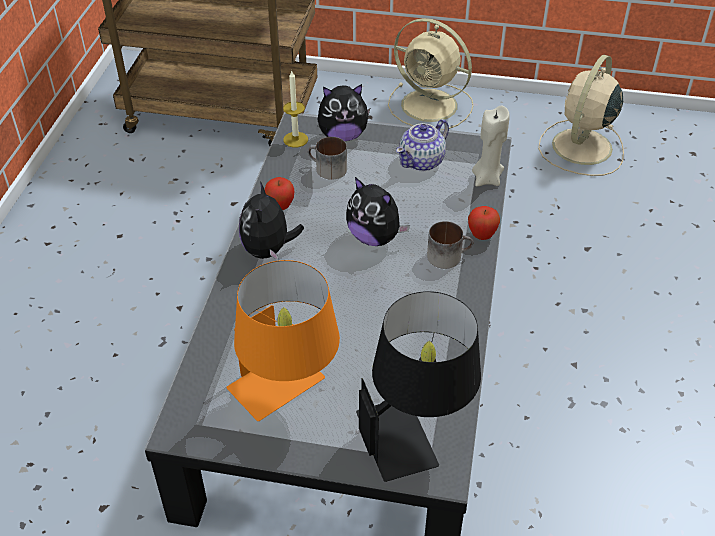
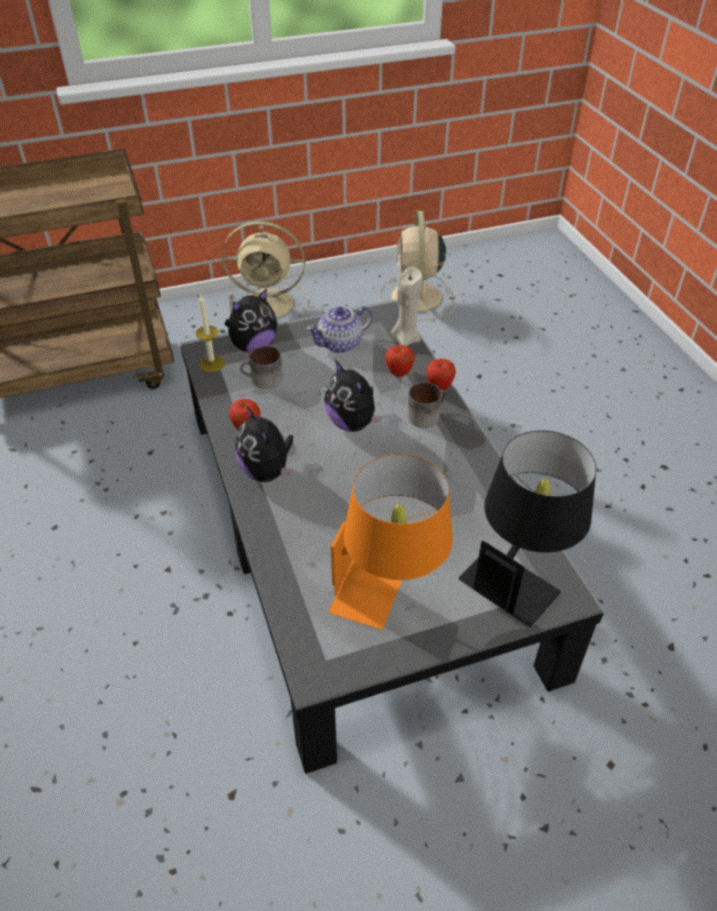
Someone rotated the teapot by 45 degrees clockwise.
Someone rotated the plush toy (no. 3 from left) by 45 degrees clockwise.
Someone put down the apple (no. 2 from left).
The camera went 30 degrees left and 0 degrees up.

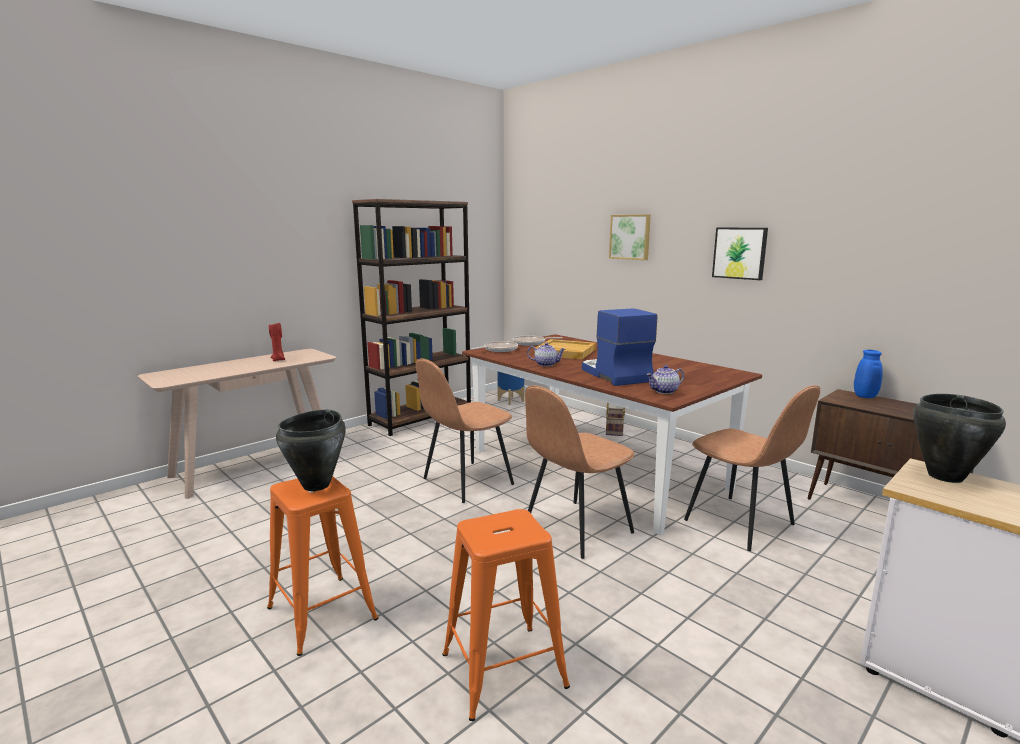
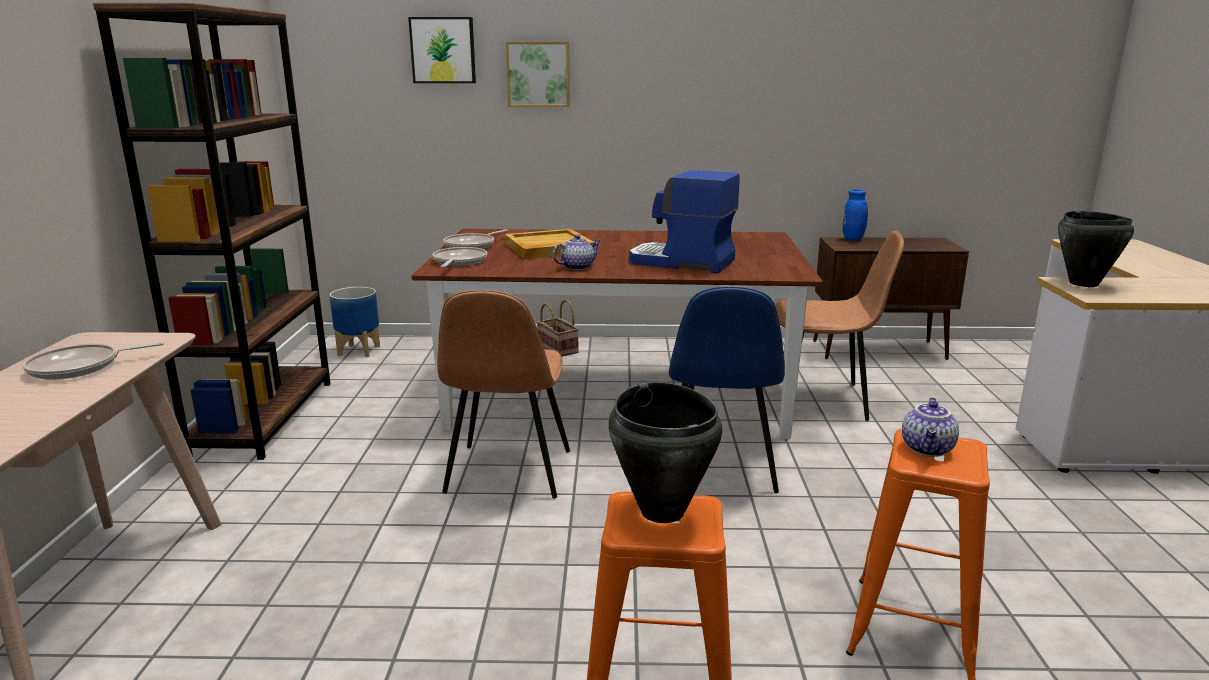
Someone swapped the red candle for the frying pan (no. 1 from left).
Someone carried the picture (no. 2 from left in the first image).
Someone repainted the brown chair (no. 2 from left), which became the blue chair.
Someone carried the teapot (no. 2 from left).
The camera went 45 degrees left and 5 degrees up.

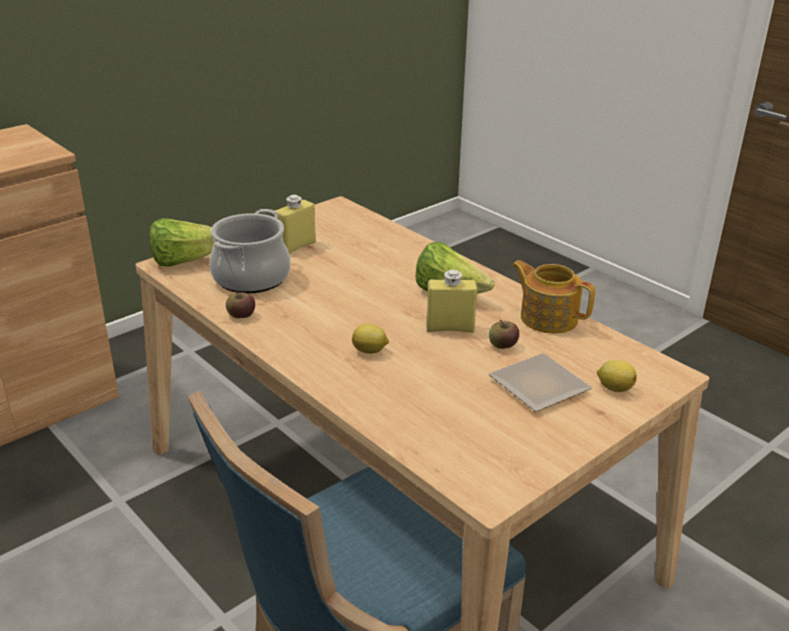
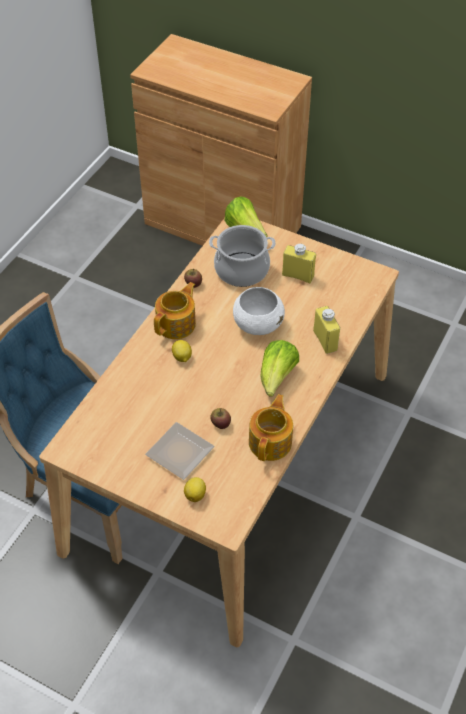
Someone put down the teapot (no. 1 from left).
Someone put down the white bowl.
Someone carried the yellow bottle (no. 2 from left).
The camera went 70 degrees right and 20 degrees up.

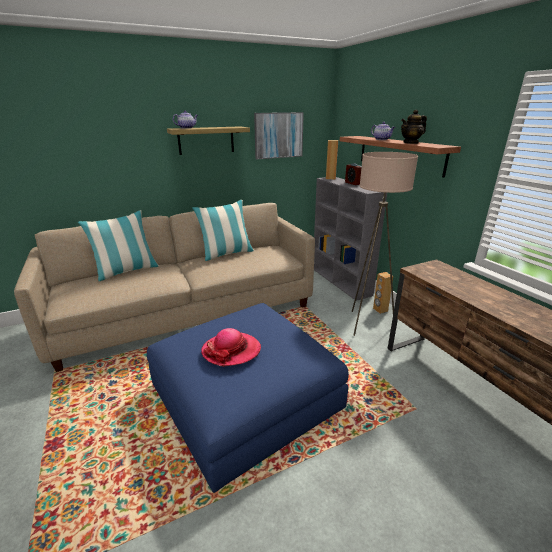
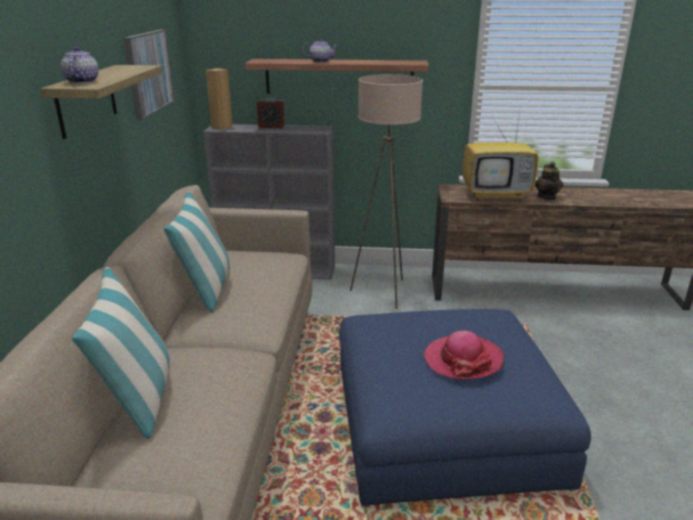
Someone put down the television.
Someone carried the teapot (no. 3 from left).
Someone took away the brown speaker (no. 2 from left).
The camera went 60 degrees left and 0 degrees up.

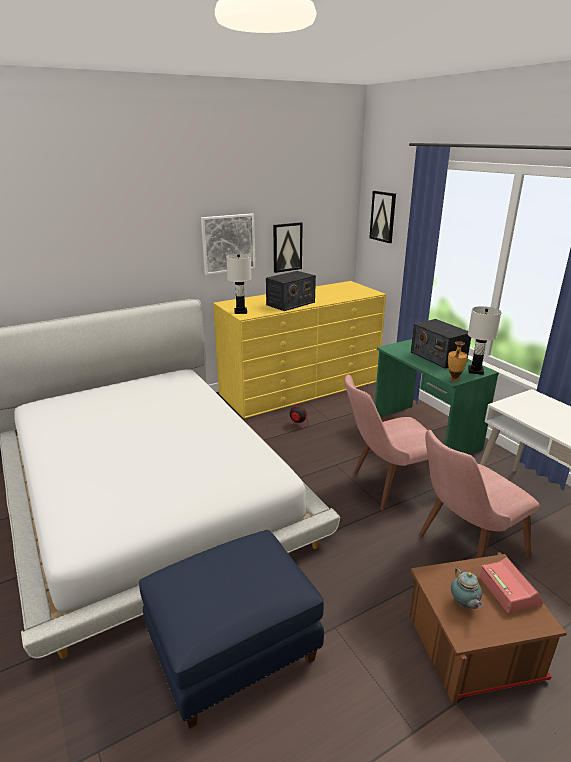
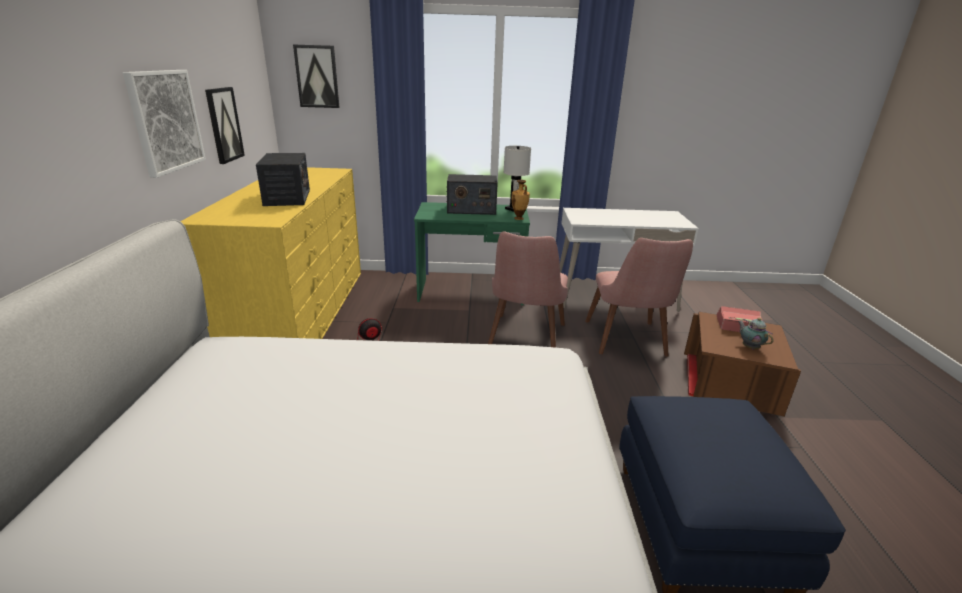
Someone rotated the teapot by 135 degrees counterclockwise.
Someone took away the white table lamp (no. 1 from left).
The camera went 60 degrees left and 0 degrees up.

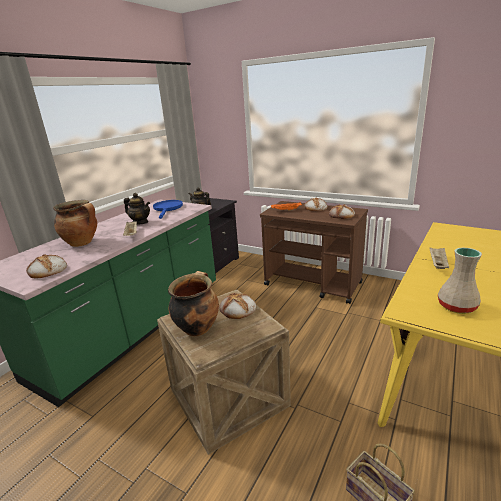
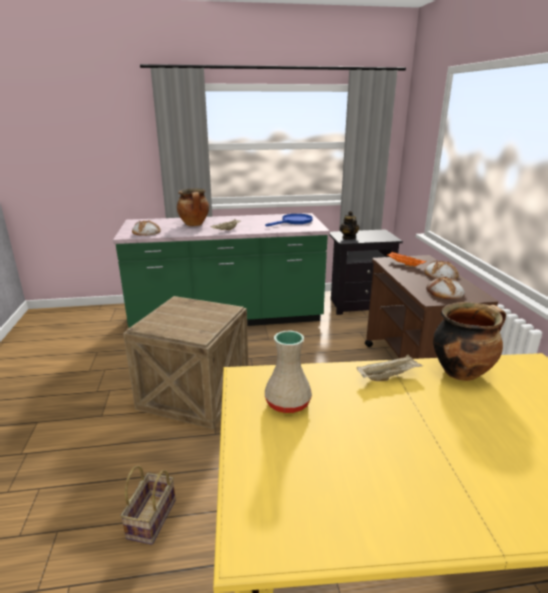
Someone carried the cooking pot (no. 2 from left).
Someone took away the teapot (no. 1 from left).
Someone took away the bread (no. 2 from left).
The camera went 50 degrees right and 0 degrees up.

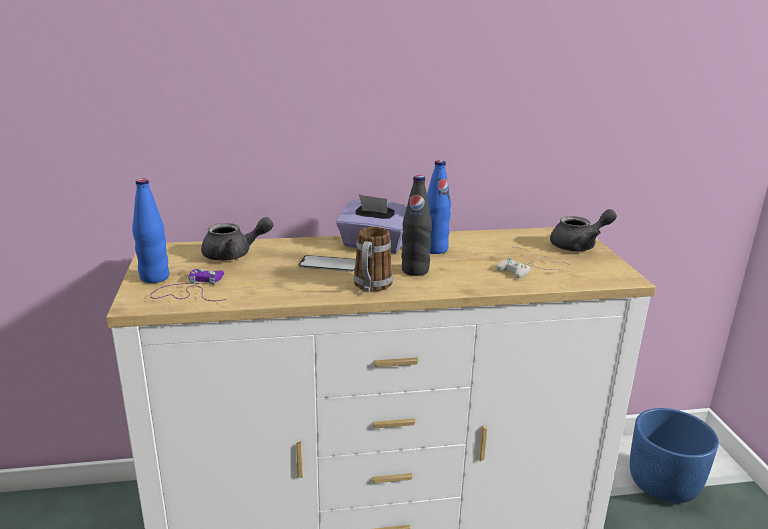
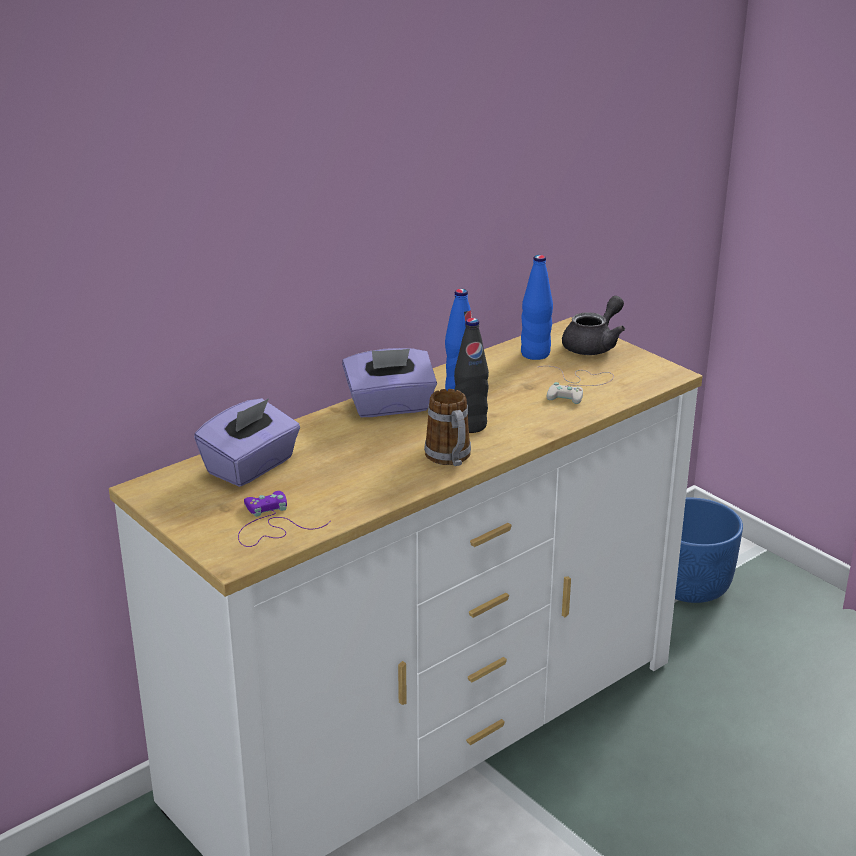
Someone swapped the grey teapot (no. 1 from left) for the purple tissue box (no. 1 from left).
Someone carried the blue bottle (no. 1 from left in the first image).
Someone took away the phone.
The camera went 30 degrees left and 5 degrees up.

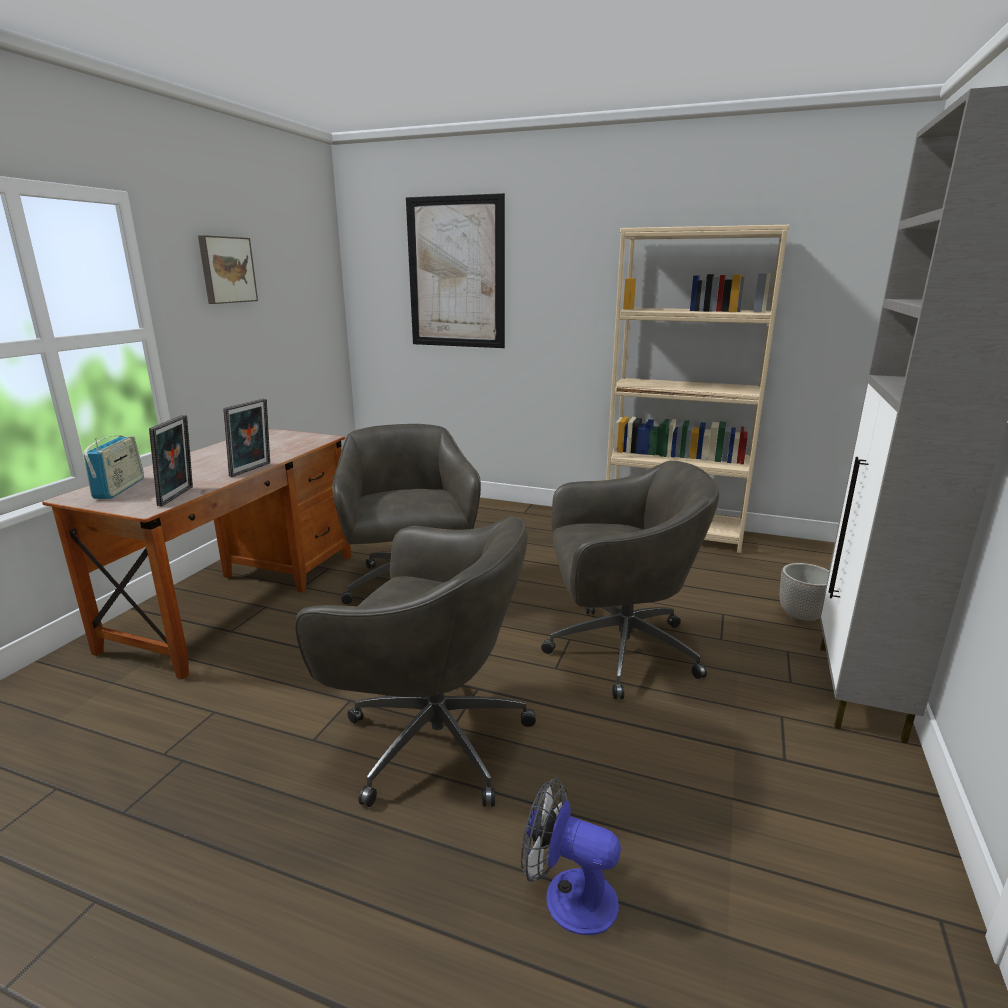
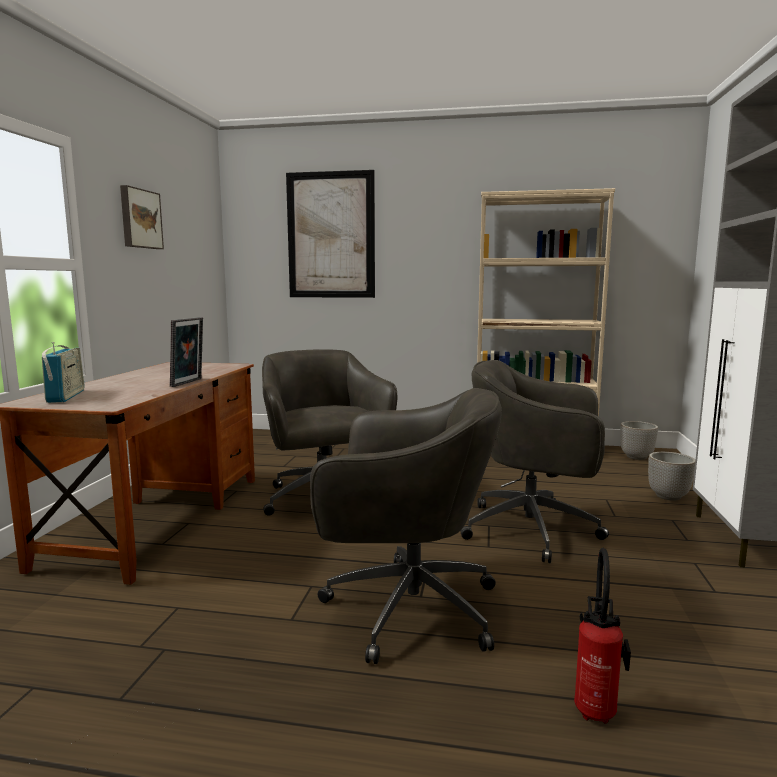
Someone rotated the grey office chair (no. 3 from left) by 150 degrees counterclockwise.
Someone swapped the fan for the fire extinguisher.
Someone put down the planter (no. 1 from left).
Someone took away the picture frame (no. 1 from left).
The camera went 10 degrees left and 10 degrees down.

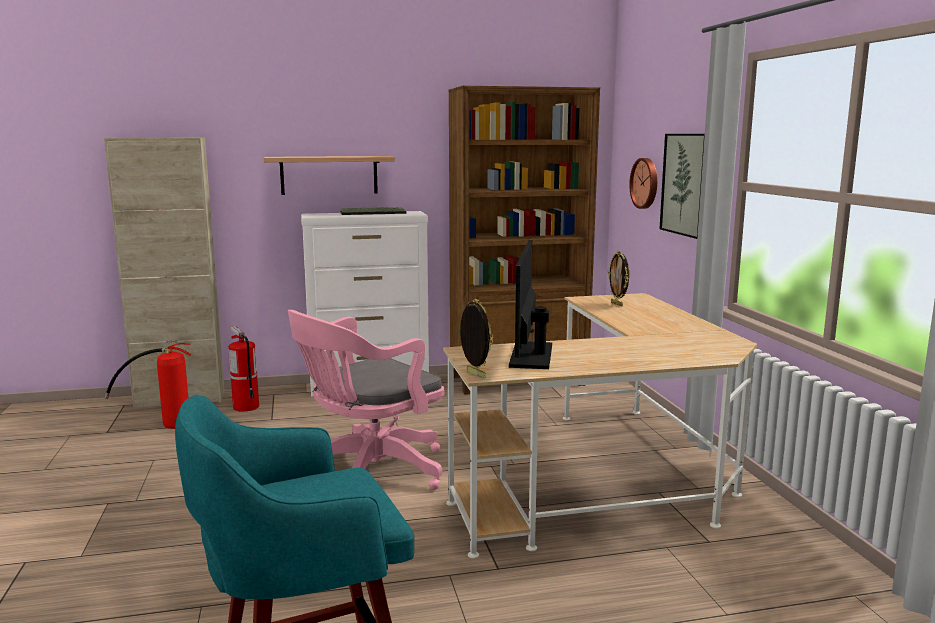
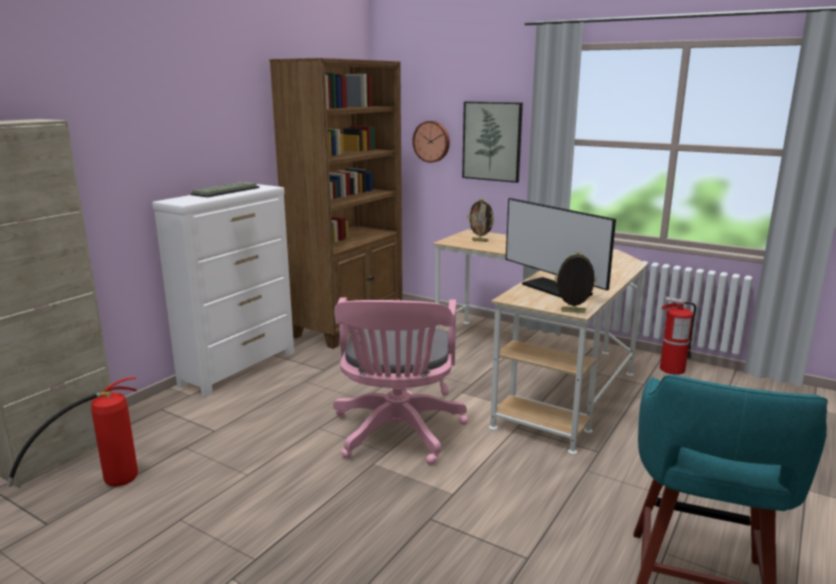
Someone carried the fire extinguisher (no. 2 from left).
Someone took away the shelf.
The camera went 45 degrees left and 5 degrees up.

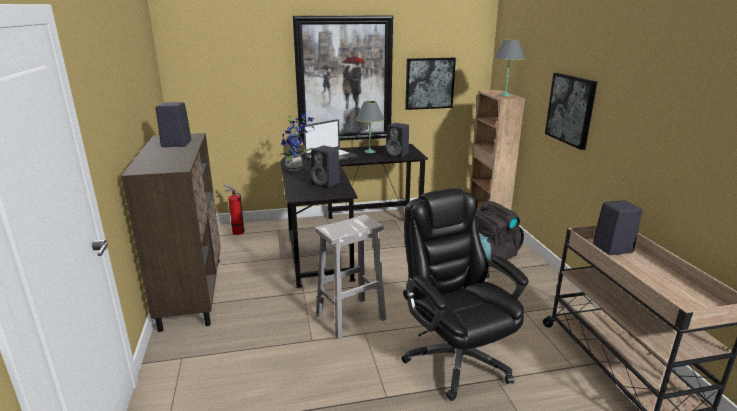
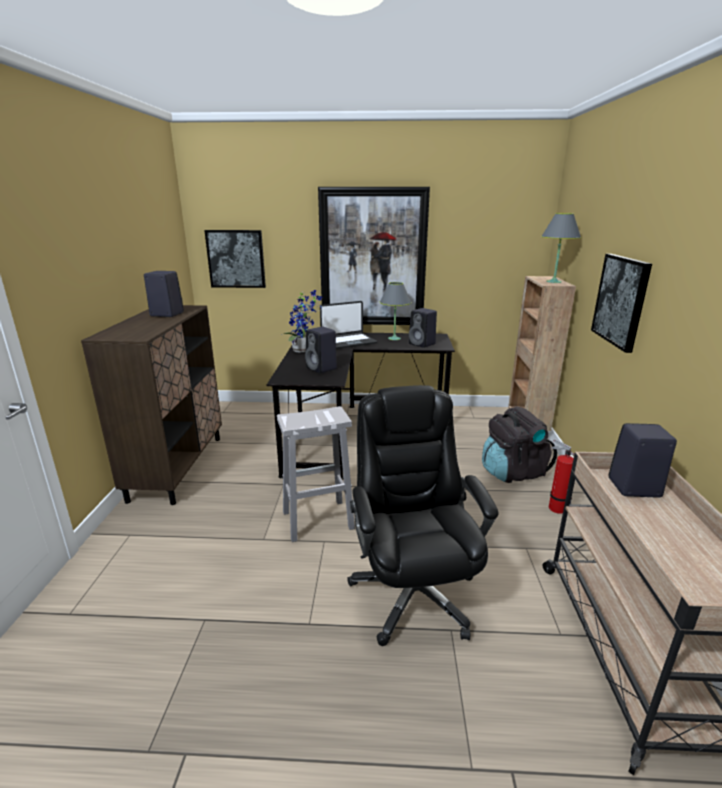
Someone carried the picture (no. 2 from left in the first image).
Someone carried the fire extinguisher.
The camera went 15 degrees right and 0 degrees up.

